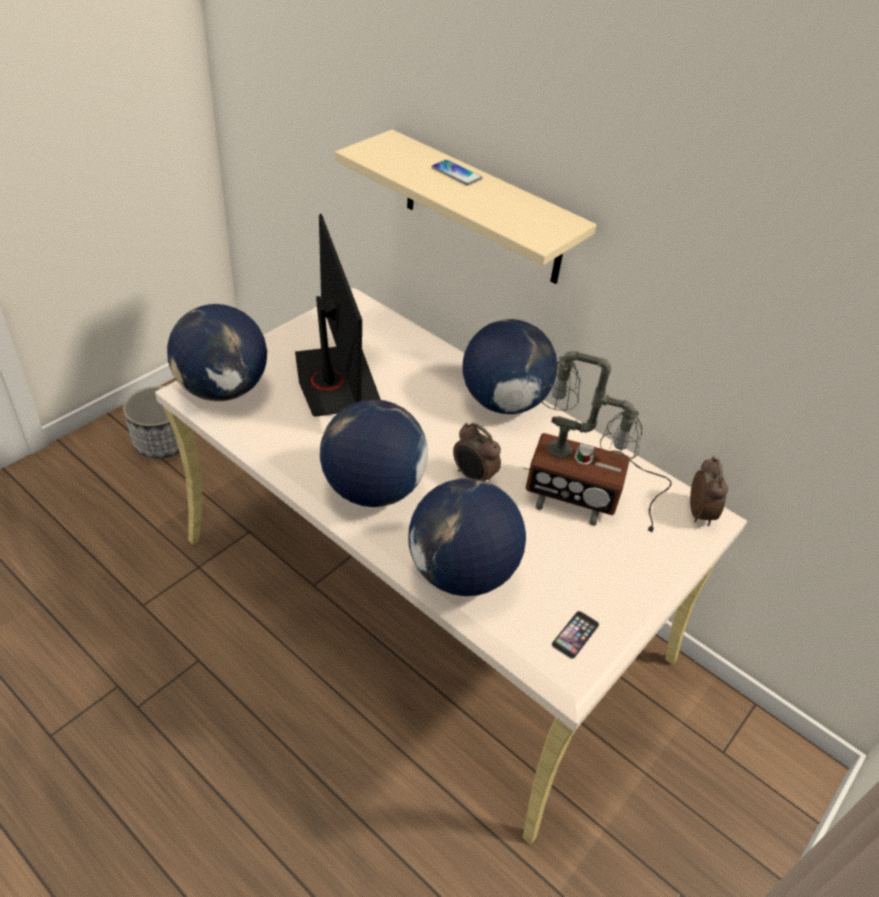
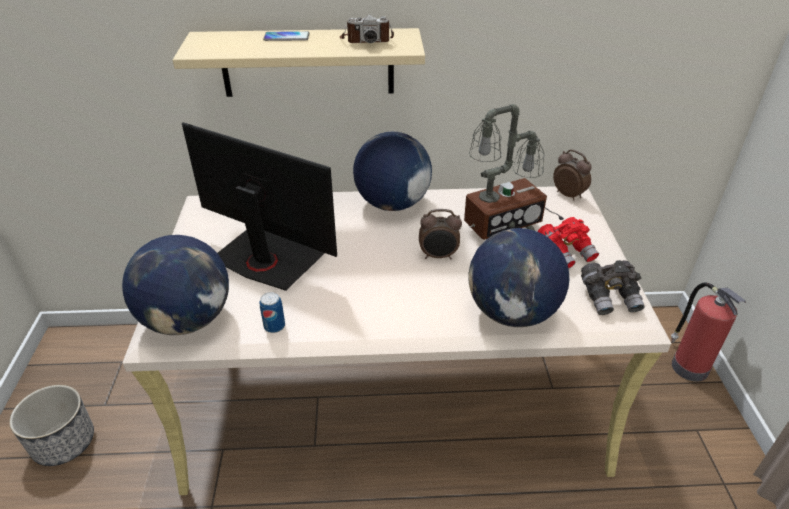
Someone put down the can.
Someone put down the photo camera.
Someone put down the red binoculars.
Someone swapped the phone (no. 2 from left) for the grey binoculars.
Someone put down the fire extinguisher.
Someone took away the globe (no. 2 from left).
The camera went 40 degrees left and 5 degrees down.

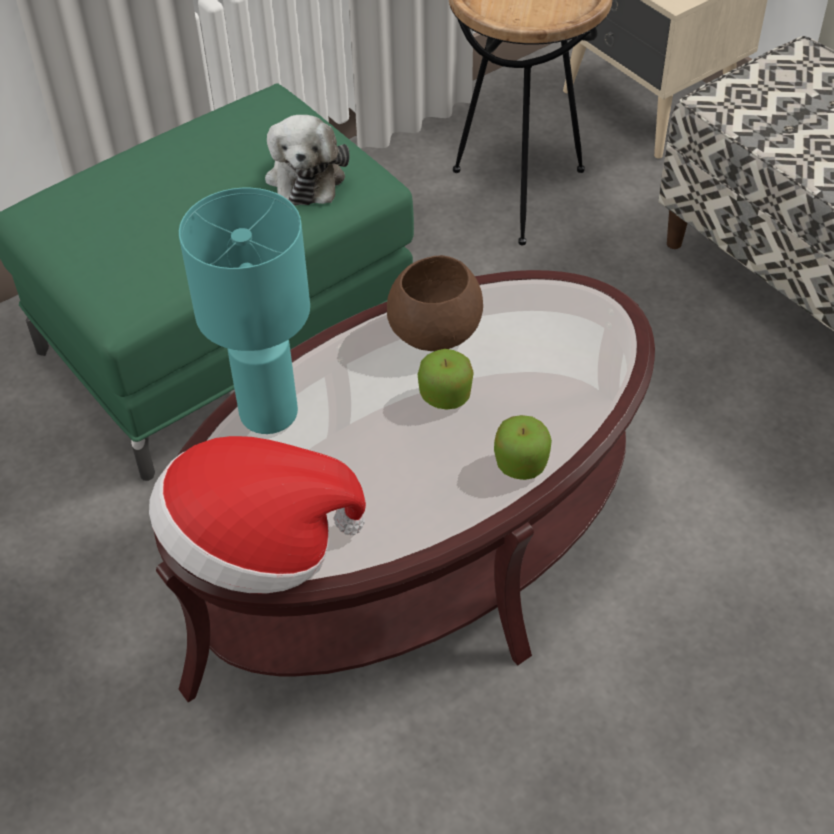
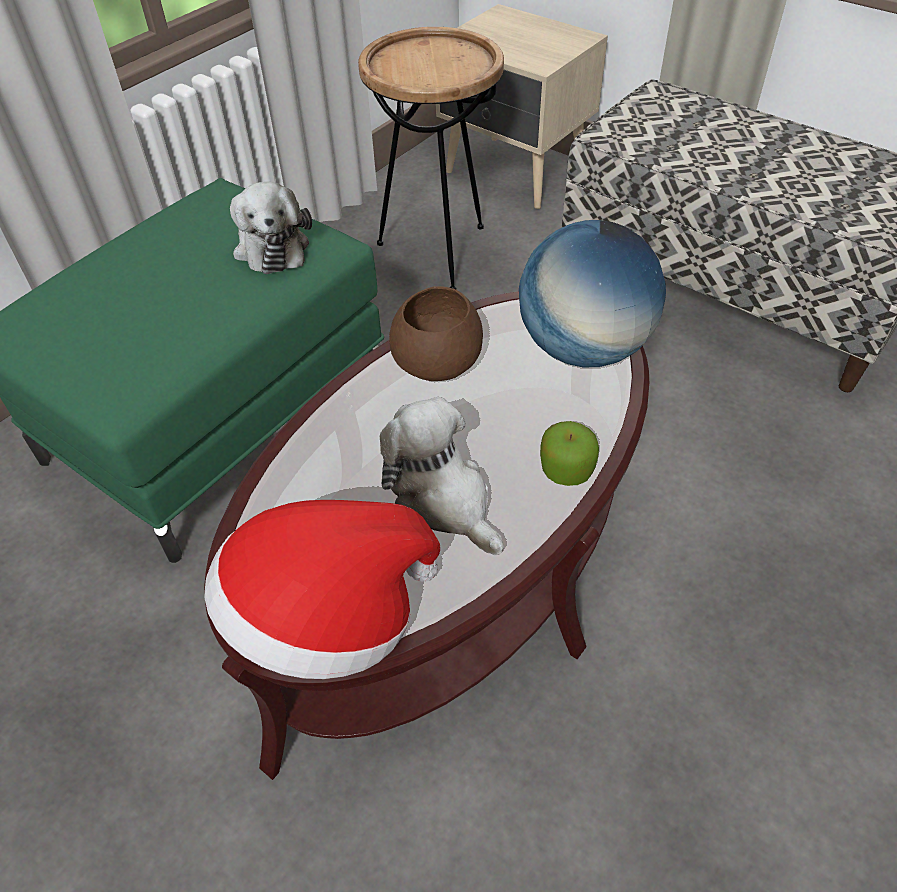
Someone put down the plush toy (no. 2 from left).
Someone put down the globe.
Someone took away the turquoise table lamp.
Someone took away the apple (no. 1 from left).
The camera went 15 degrees left and 0 degrees up.

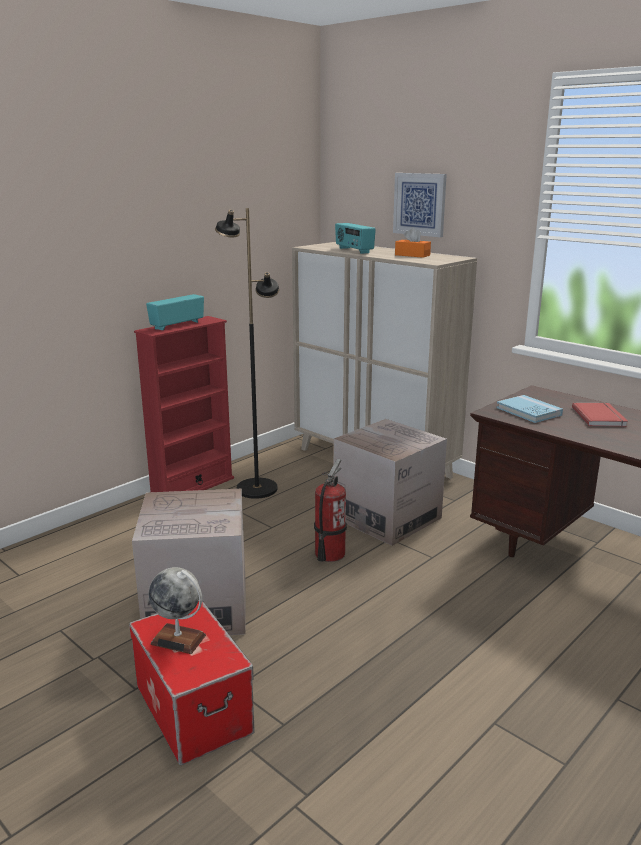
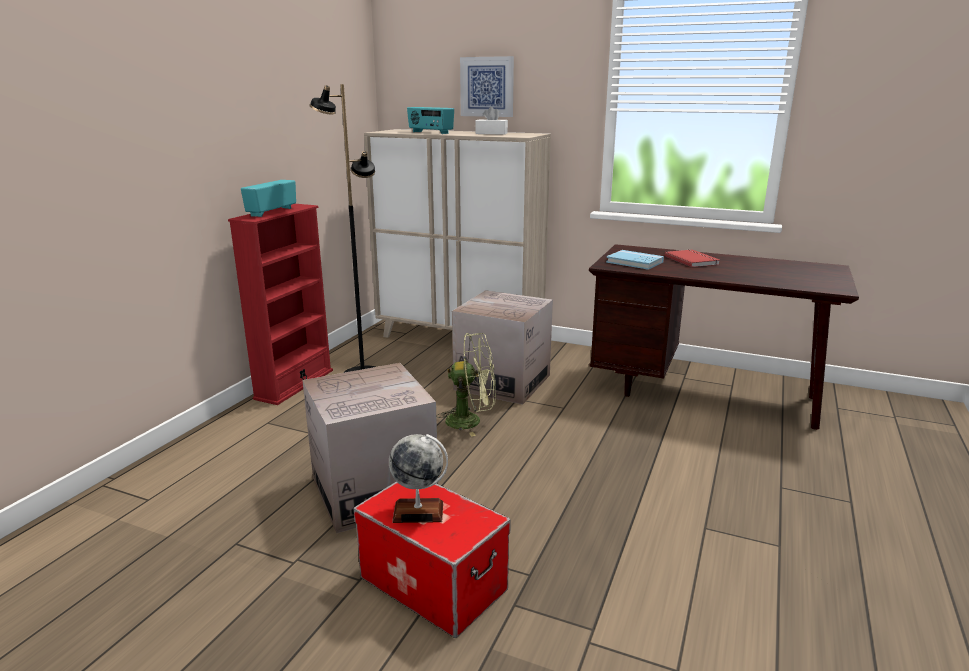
Someone swapped the fire extinguisher for the green fan.
Someone repainted the orange tissue box, which became the white tissue box.
The camera went 20 degrees left and 0 degrees up.

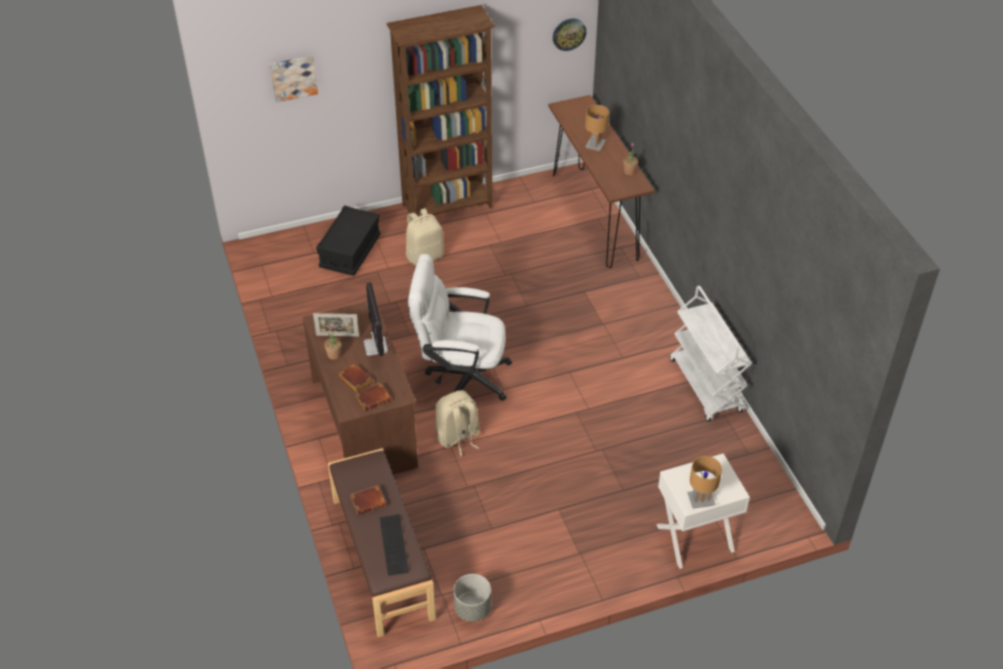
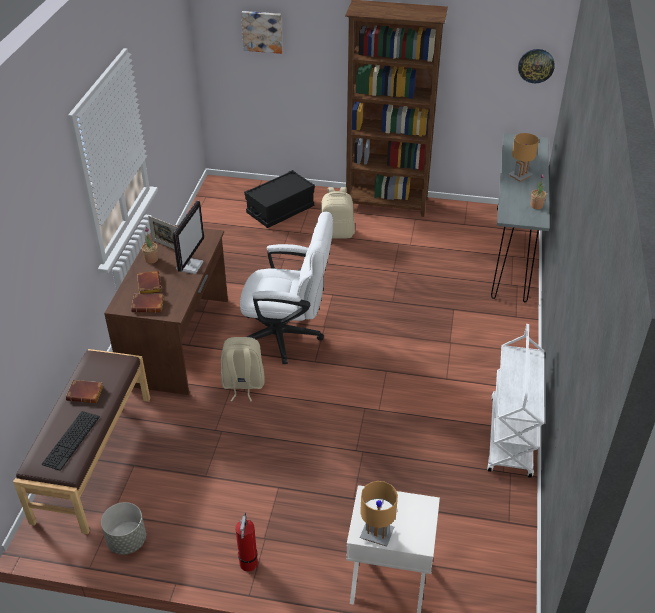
Someone put down the fire extinguisher.
Someone rotated the white office chair by 150 degrees clockwise.
Someone repainted the brown console table, which became the grey console table.
The camera went 30 degrees right and 5 degrees down.

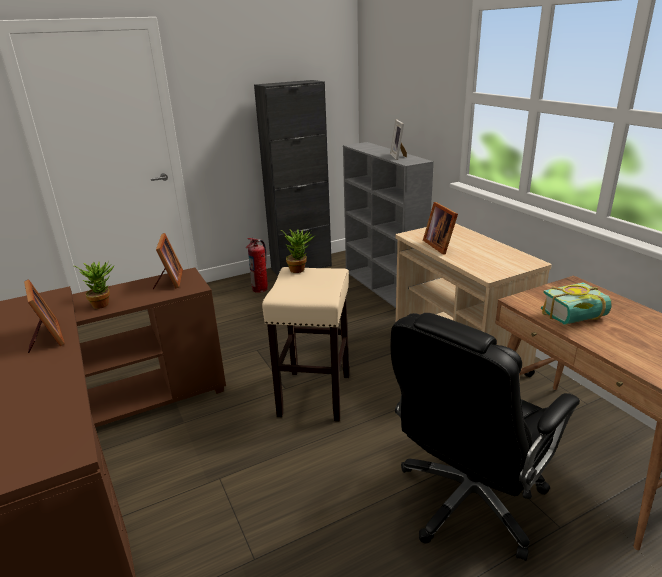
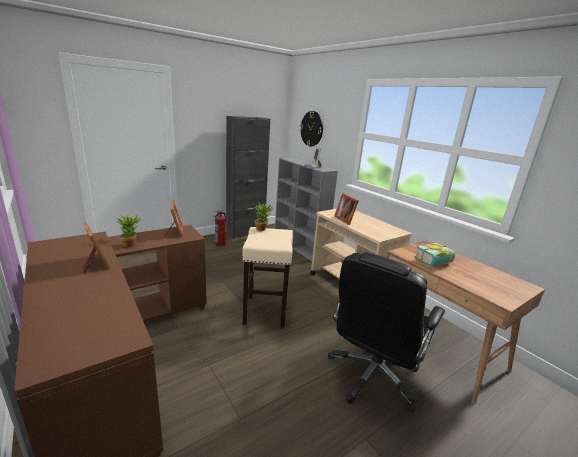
Someone put up the wall clock.
The camera went 10 degrees left and 5 degrees down.

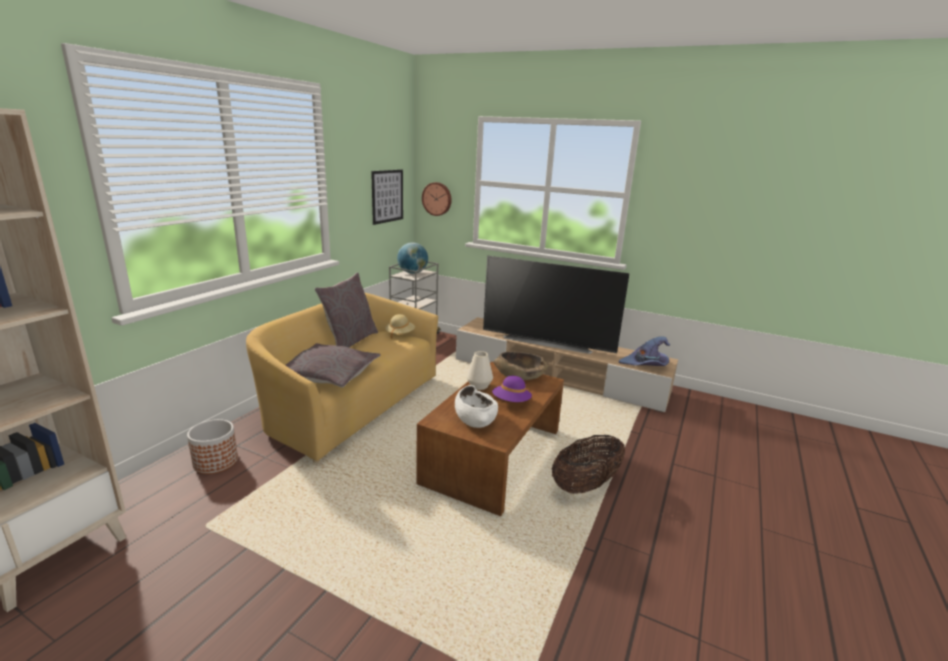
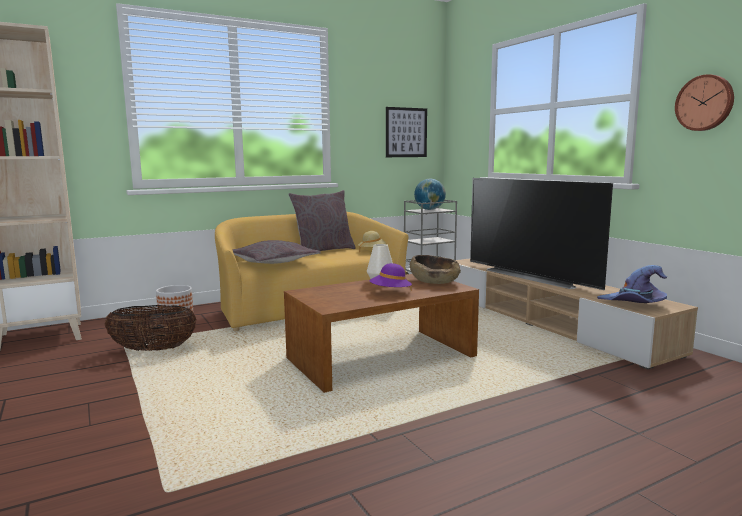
Someone carried the basket.
Someone carried the wall clock.
Someone took away the white bowl.
The camera went 35 degrees right and 10 degrees down.

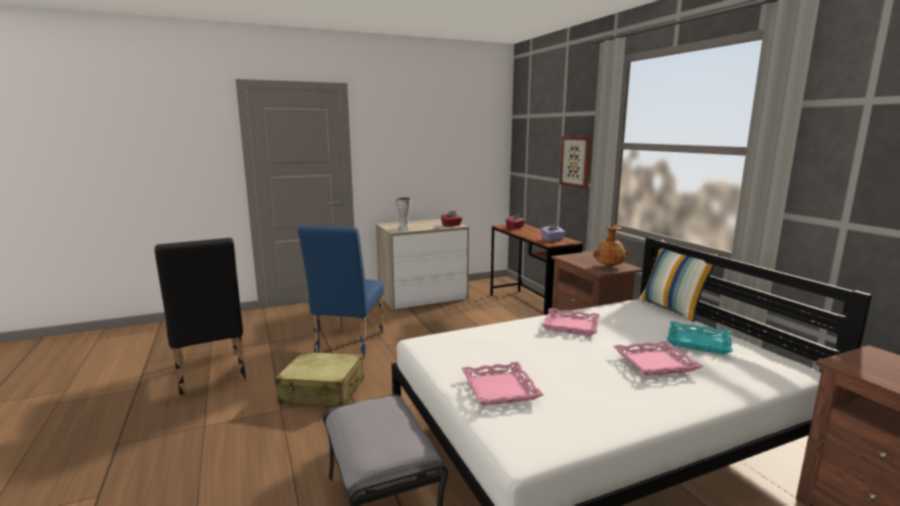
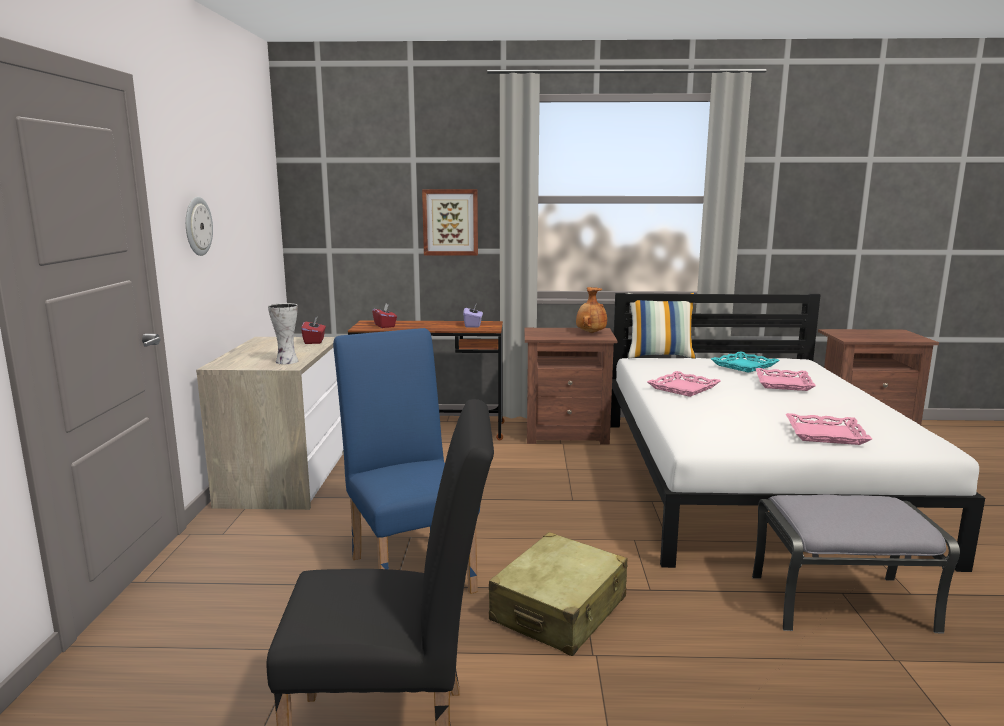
Someone put up the wall clock.
Someone rotated the blue chair by 150 degrees counterclockwise.
The camera went 65 degrees left and 0 degrees up.

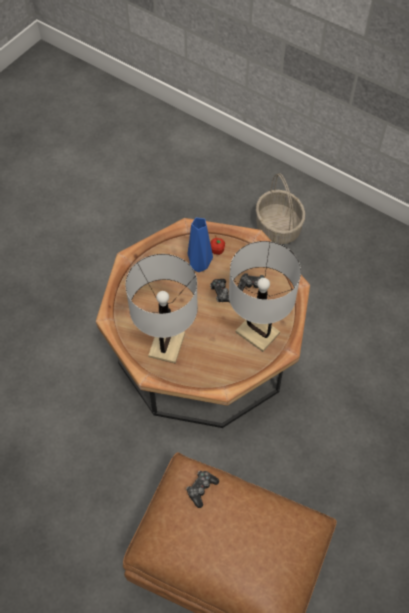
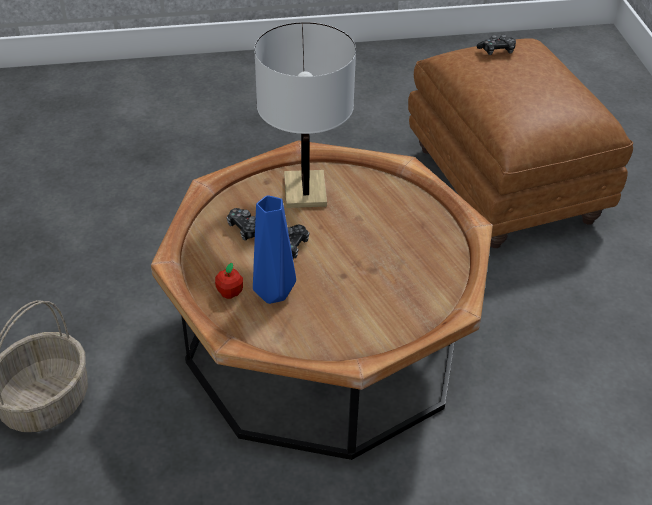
Someone carried the game controller (no. 1 from left in the first image).
Someone took away the white table lamp (no. 1 from left).
The camera went 135 degrees left and 15 degrees down.

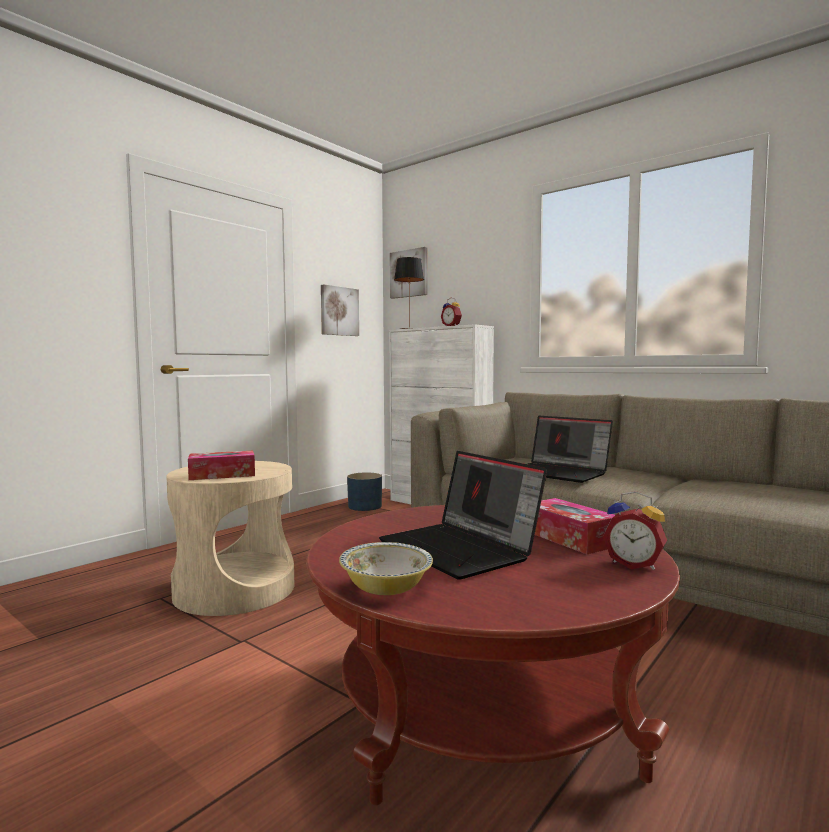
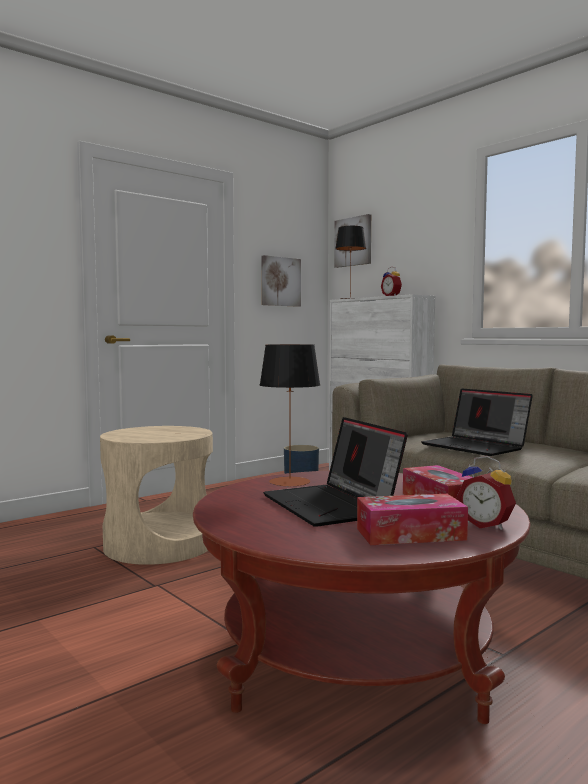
Someone put down the table lamp (no. 1 from left).
Someone carried the tissue box (no. 1 from left).
Someone took away the bowl.
The camera went 10 degrees right and 0 degrees up.

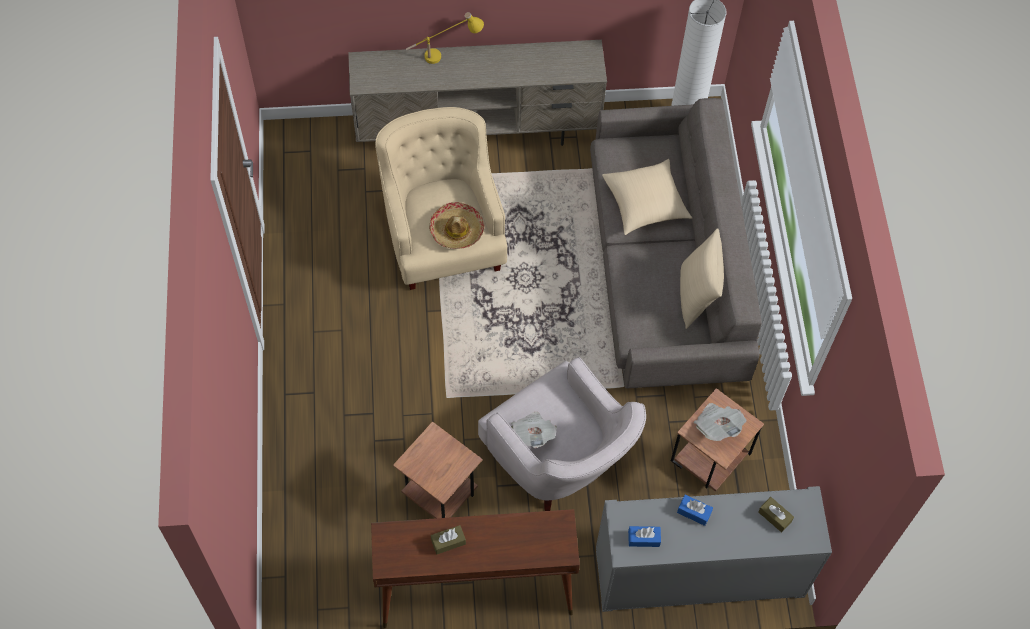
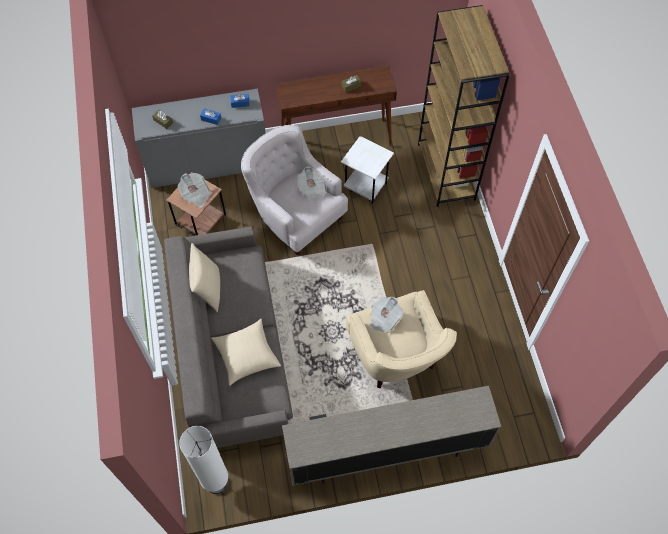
Someone repainted the brown side table (no. 1 from left), which became the white side table.
Someone swapped the hat for the newspaper (no. 3 from left).
Someone put down the brown bookcase.
Someone took away the yellow table lamp.
The camera went 175 degrees right and 0 degrees up.

